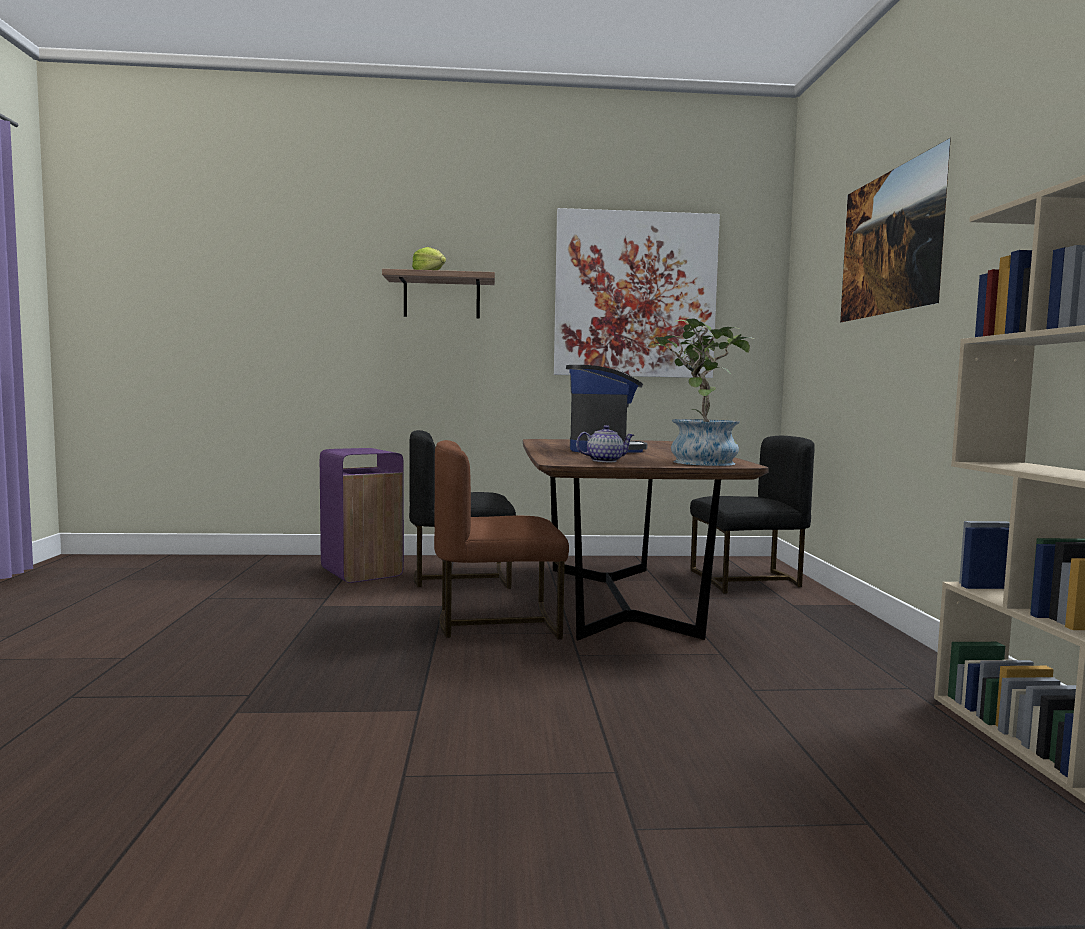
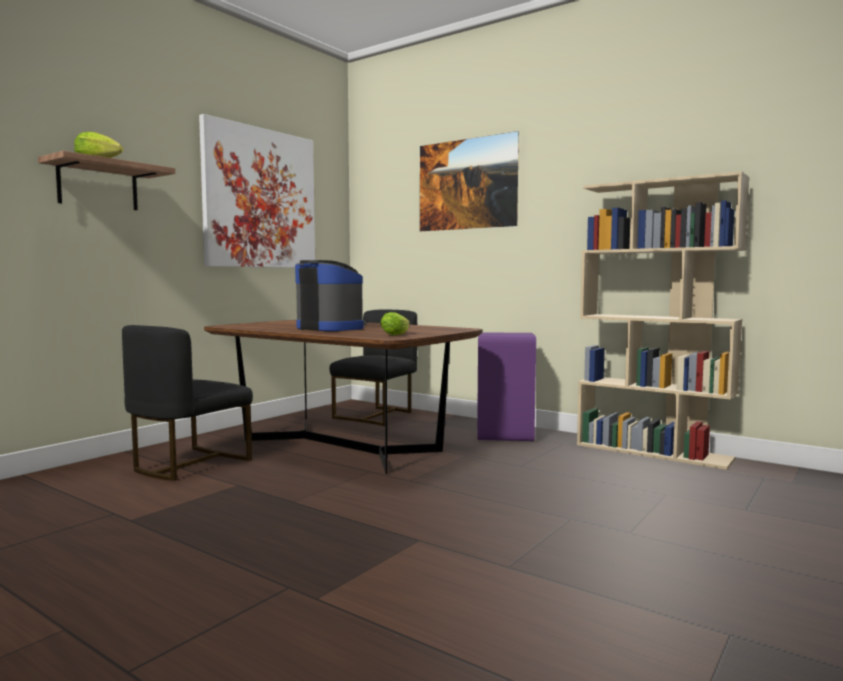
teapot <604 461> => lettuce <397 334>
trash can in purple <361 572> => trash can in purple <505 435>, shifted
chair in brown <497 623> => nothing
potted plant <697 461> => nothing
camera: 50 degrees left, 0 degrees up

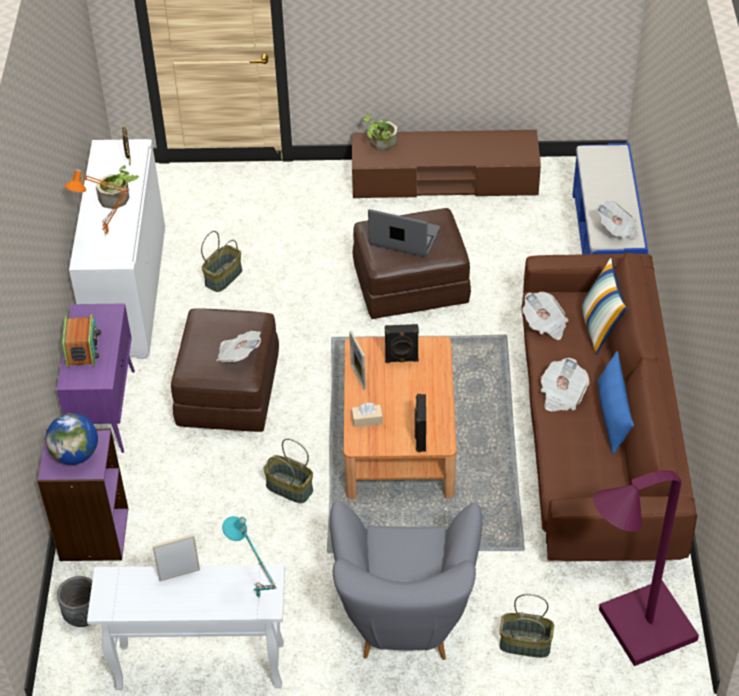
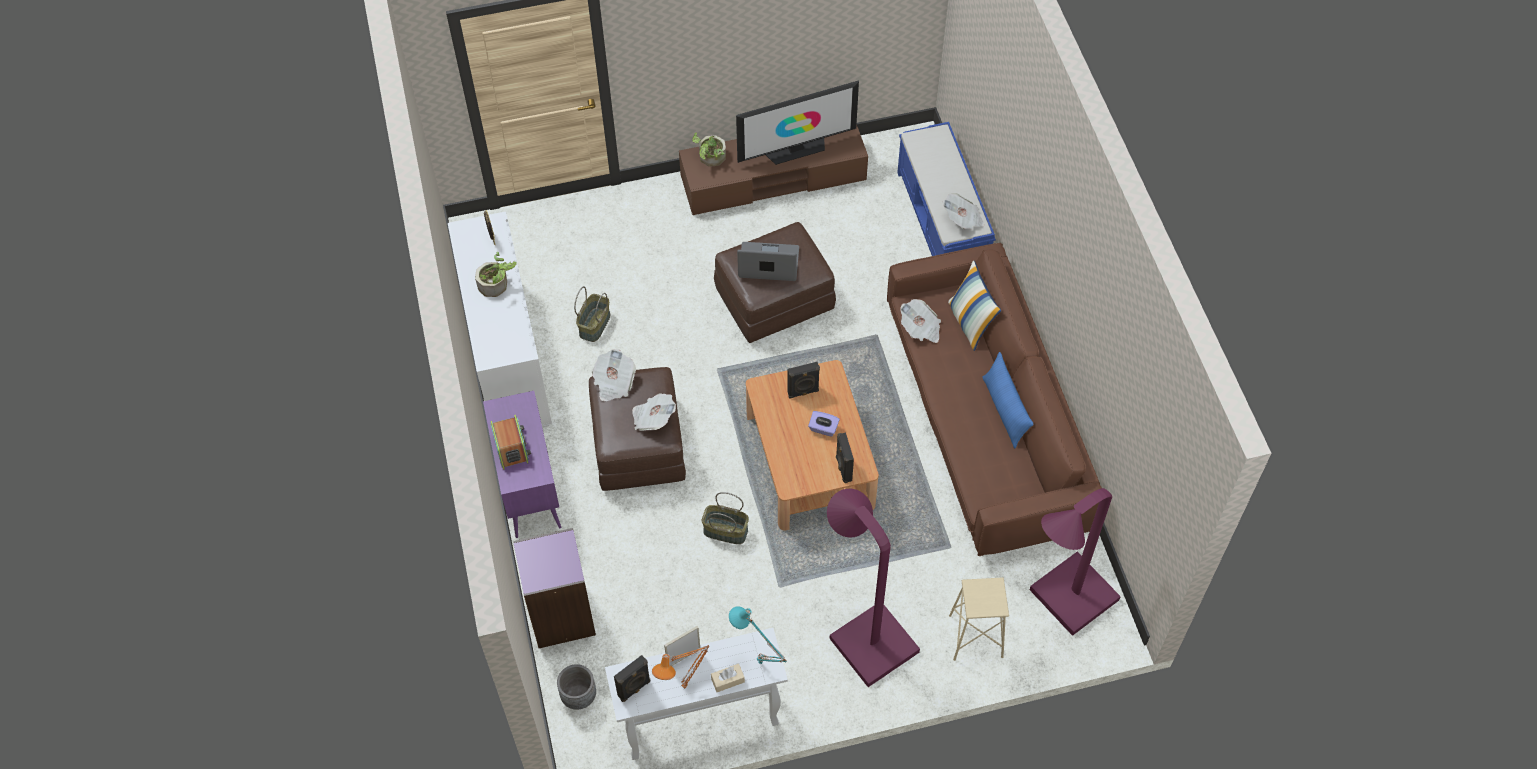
newspaper <561 395> => newspaper <613 383>, shifted
nothing => speaker in black <634 689>
table lamp in orange <107 236> => table lamp in orange <686 689>, shifted
tissue box in beige <367 420> => tissue box in beige <727 680>, shifted
nothing => television <796 149>
nothing => tissue box in purple <823 429>
armchair in grey <405 619> => floor lamp in purple <866 635>
basket <524 644> => stool in beige <975 636>
globe <75 455> => nothing
picture frame <358 376> => nothing
camera: 15 degrees left, 10 degrees up

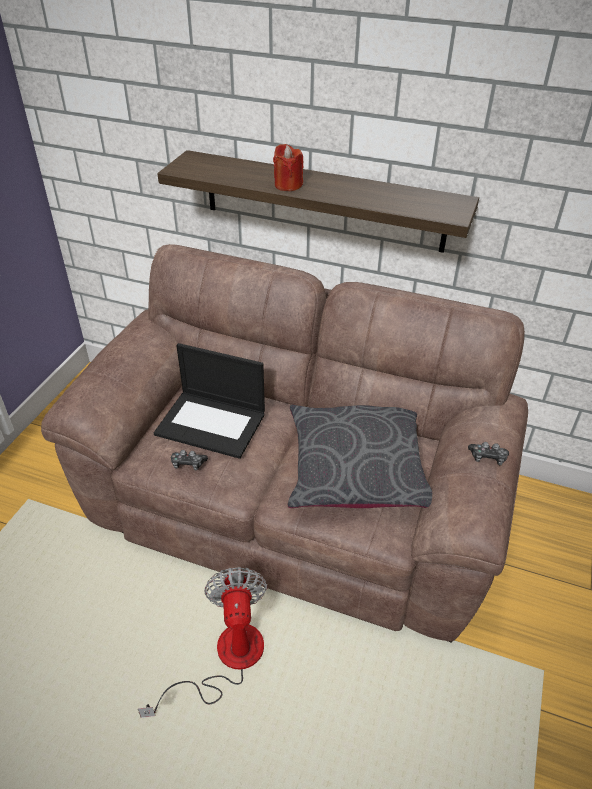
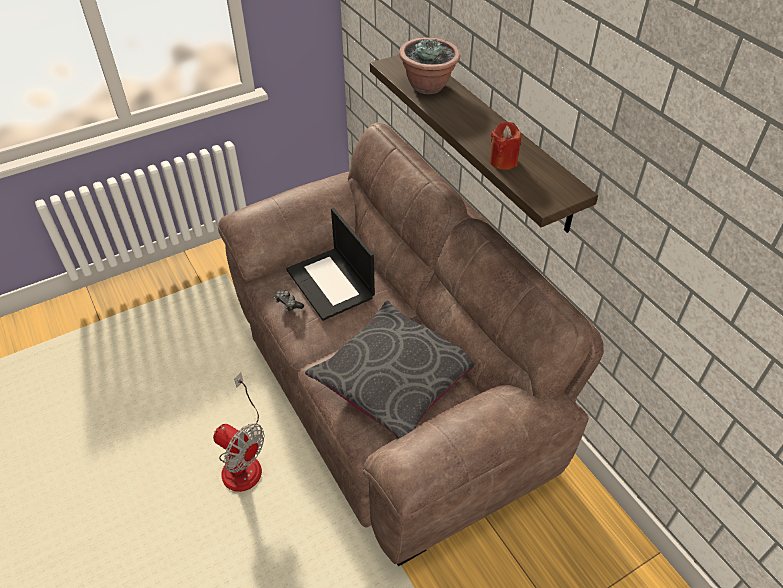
fan <226 659> => fan <243 460>, 90 degrees clockwise
nothing => potted plant <428 86>
candle in red <288 185> => candle in red <503 161>, shifted
game controller <487 457> => nothing
camera: 40 degrees right, 5 degrees up

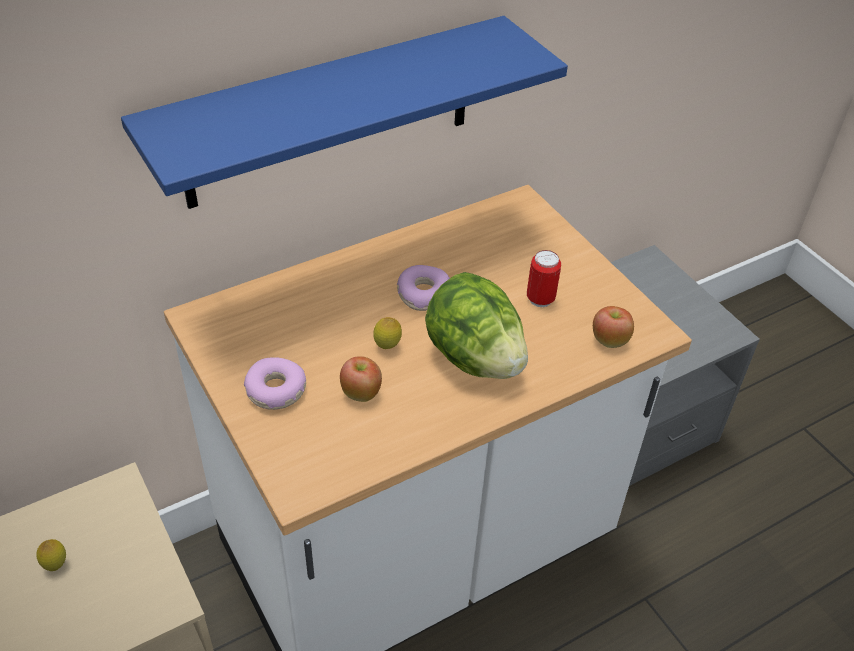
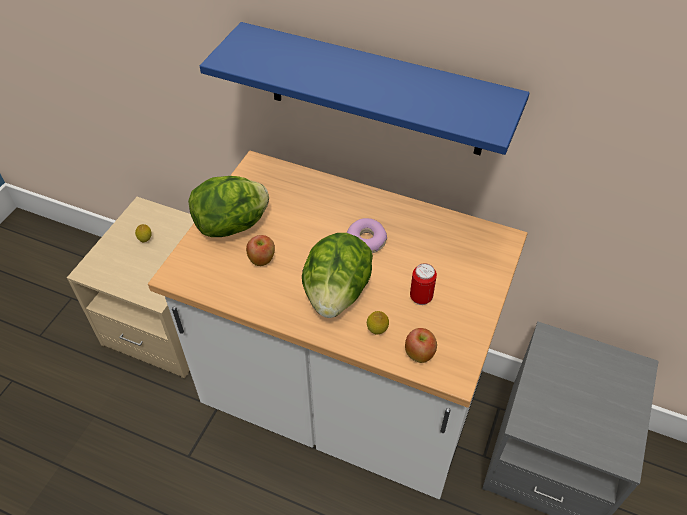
donut <276 391> => lettuce <232 225>
lemon <387 347> => lemon <377 331>, shifted
camera: 55 degrees right, 5 degrees up

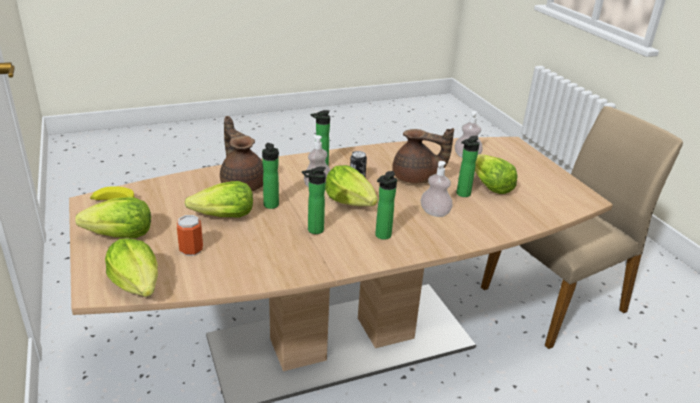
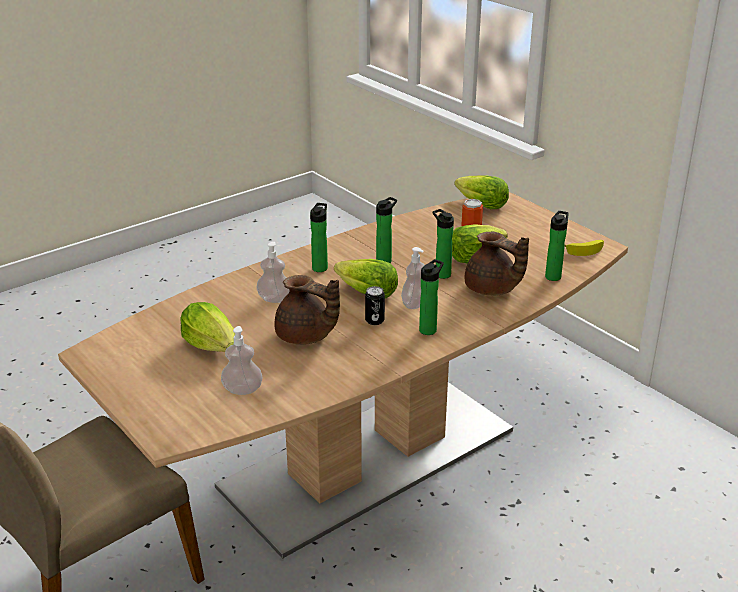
teapot in brown <416 178> => teapot in brown <305 337>, 150 degrees counterclockwise
bottle <462 194> => bottle <553 276>, shifted
lettuce <121 236> => nothing
camera: 165 degrees right, 0 degrees up

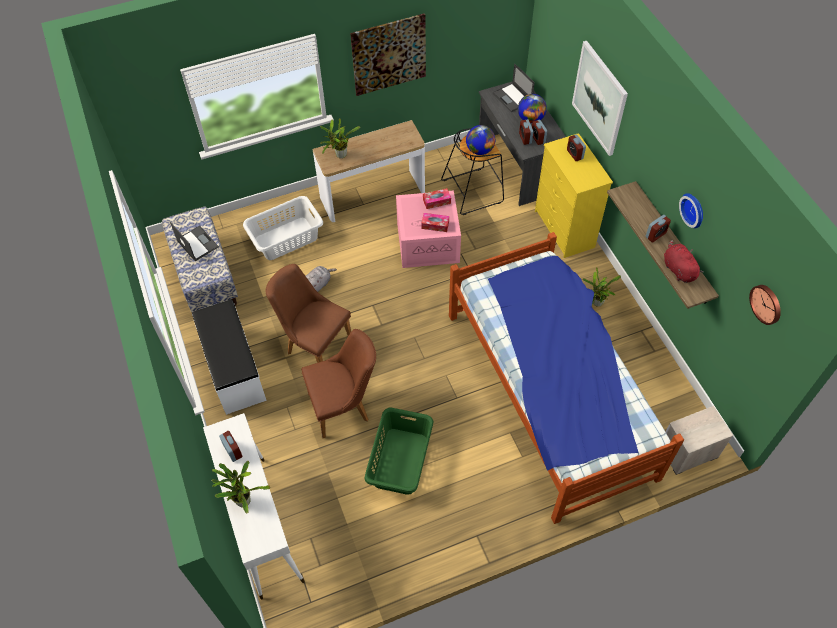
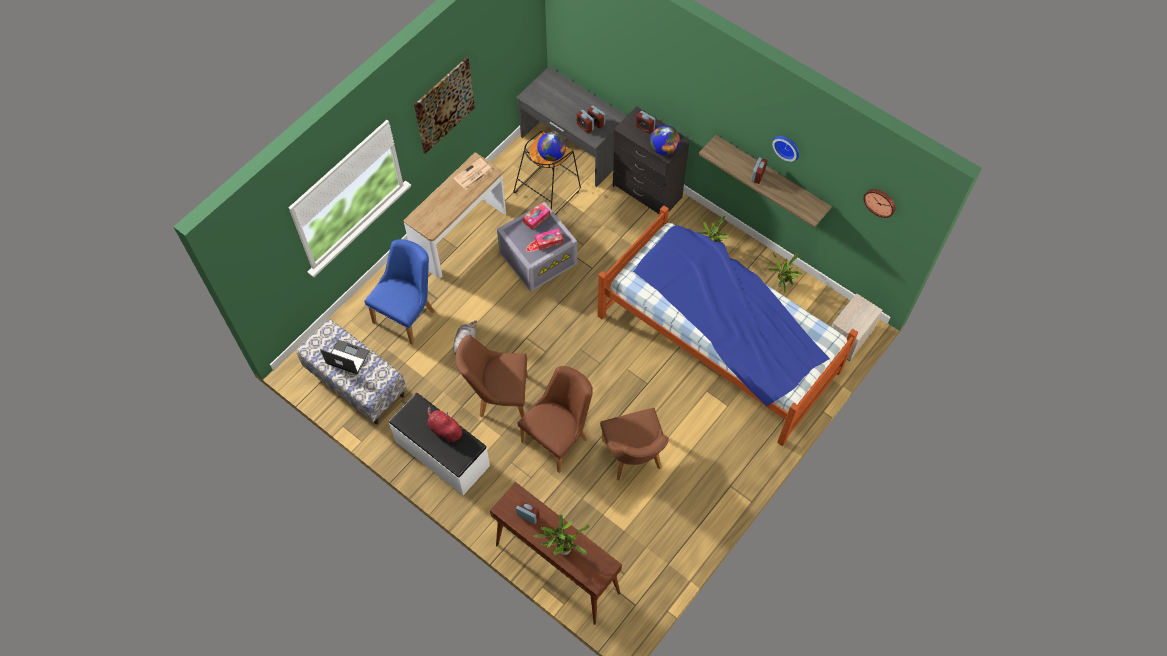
laundry basket in white <287 239> => chair in blue <408 313>
plush toy in red <678 269> => plush toy in red <444 429>, shifted
nothing => newspaper <472 174>
console table in white <262 525> => console table in brown <556 568>
storage box in pink <428 242> => storage box in grey <538 257>
laundry basket in green <399 461> => chair in brown <634 459>
dresser in yellow <564 229> => dresser in black <647 192>
globe <530 119> => globe <664 149>, shifted
potted plant <339 156> => potted plant <781 284>, shifted
laptop <512 98> => nothing
picture <599 98> => nothing
camera: 30 degrees left, 5 degrees up

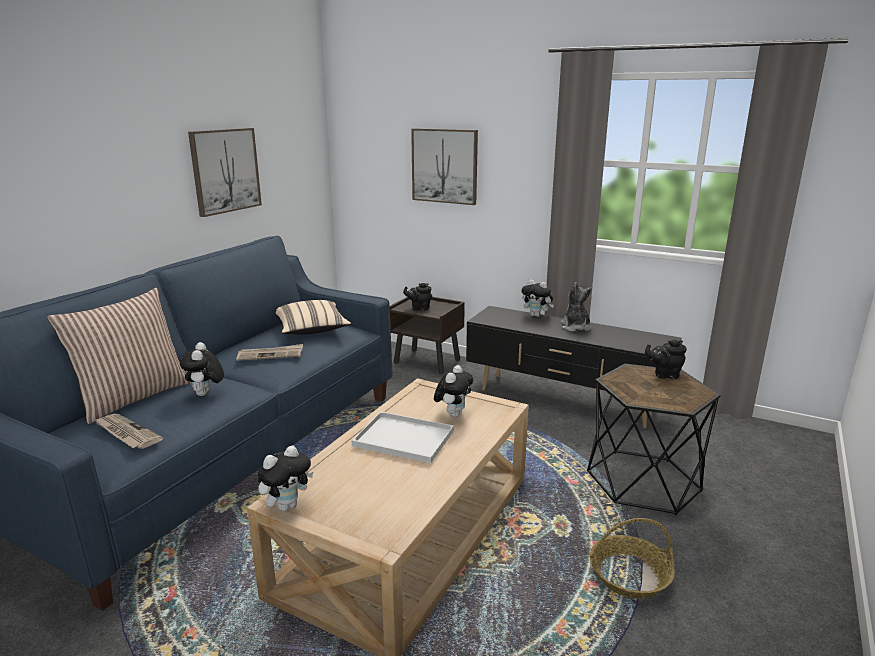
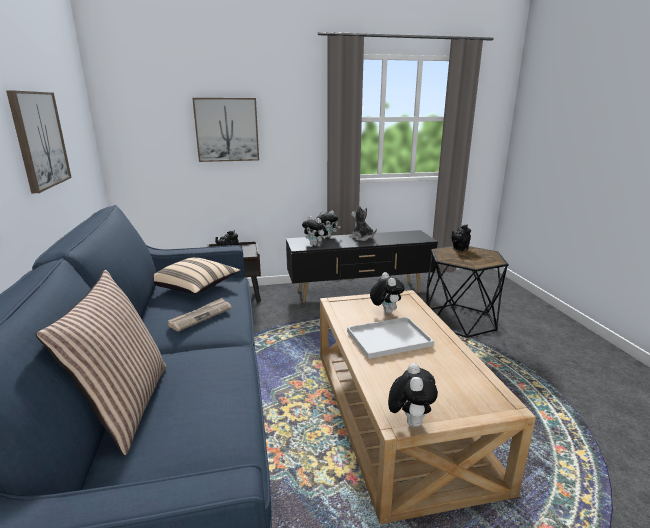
plush toy <205 394> => plush toy <315 245>, shifted
newspaper <126 433> => nothing
basket <629 575> => nothing
camera: 40 degrees left, 0 degrees up

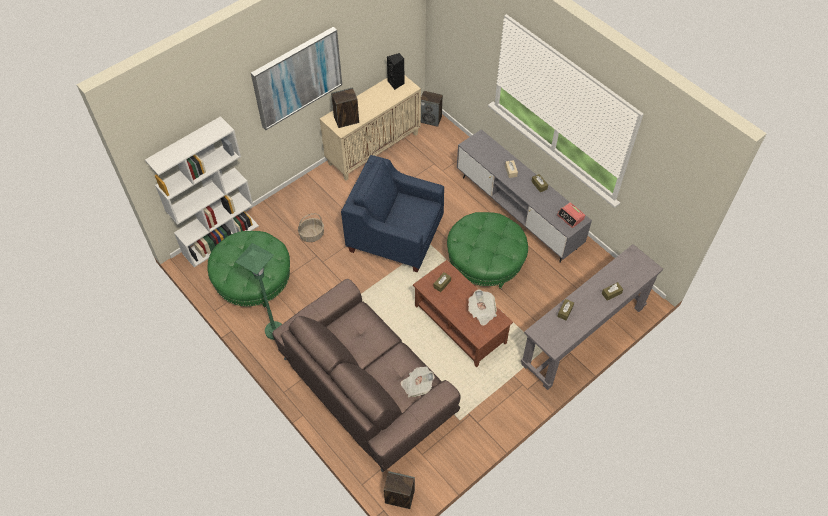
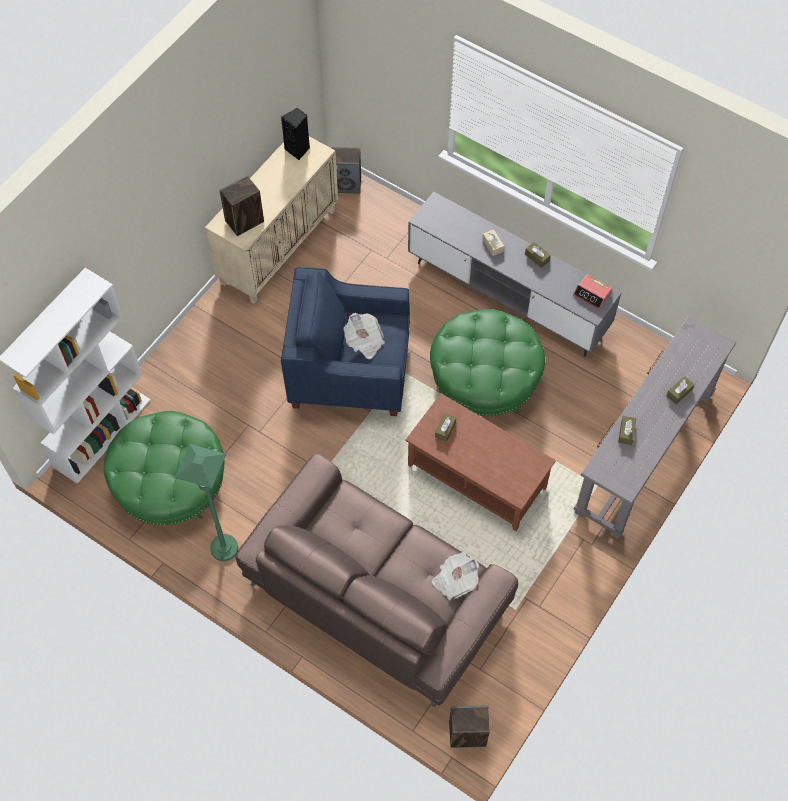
newspaper <482 311> => newspaper <364 341>, shifted
picture <297 77> => nothing
basket <312 234> => nothing
camera: 15 degrees left, 5 degrees up

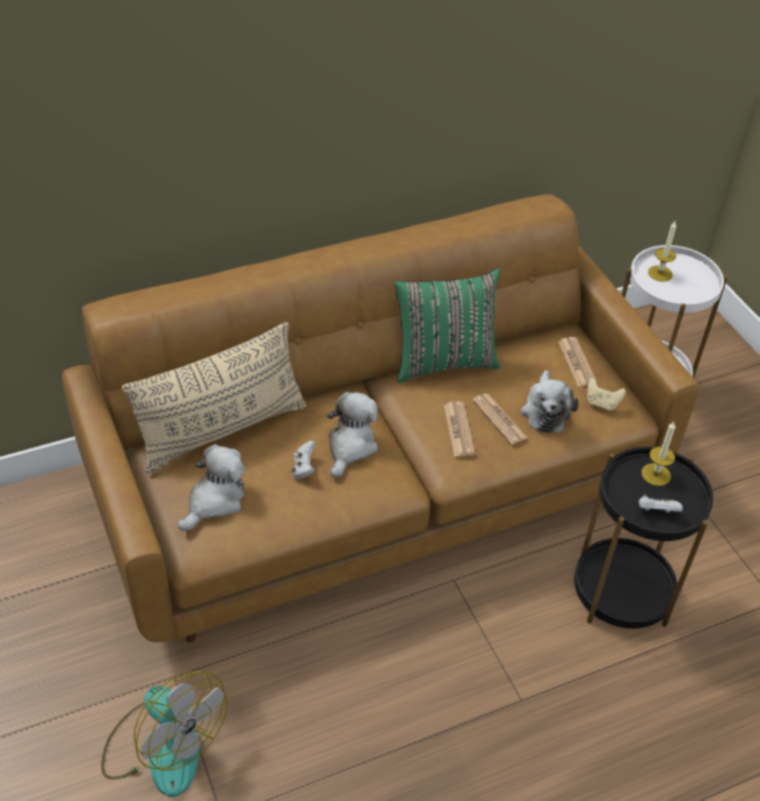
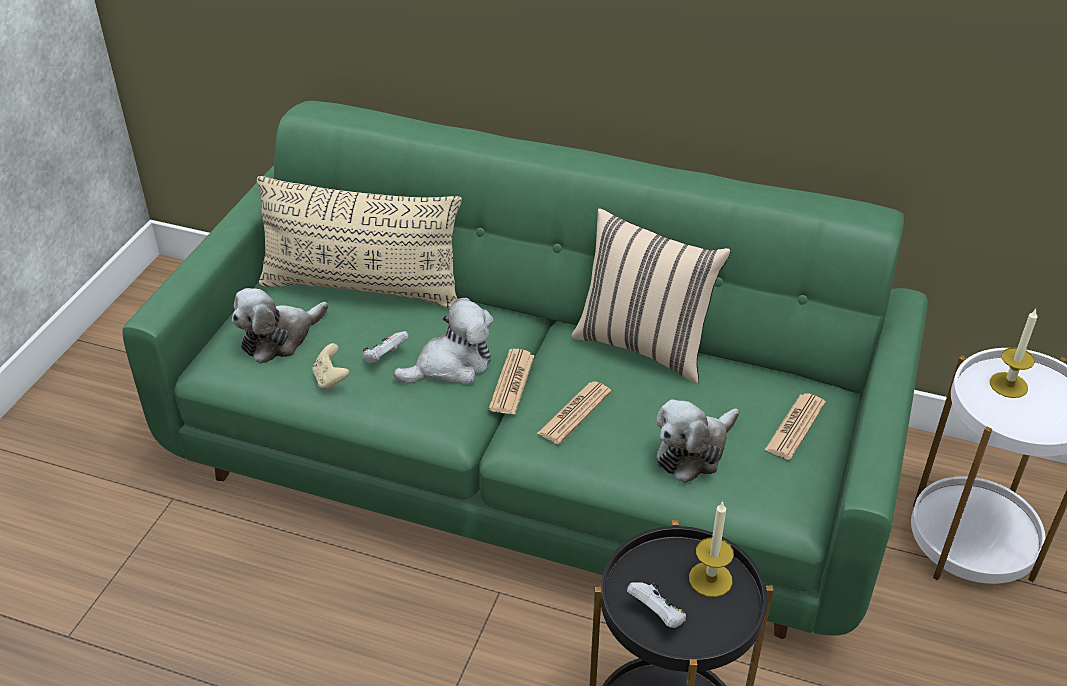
sofa in brown <376 483> => sofa in green <533 456>
plush toy <214 501> => plush toy <279 338>, 150 degrees clockwise
game controller in beige <602 403> => game controller in beige <331 379>, shifted
newspaper <499 419> => newspaper <512 382>, shifted
pillow in green <443 361> => pillow in beige <644 345>
fan <163 746> => nothing
camera: 45 degrees right, 5 degrees down

